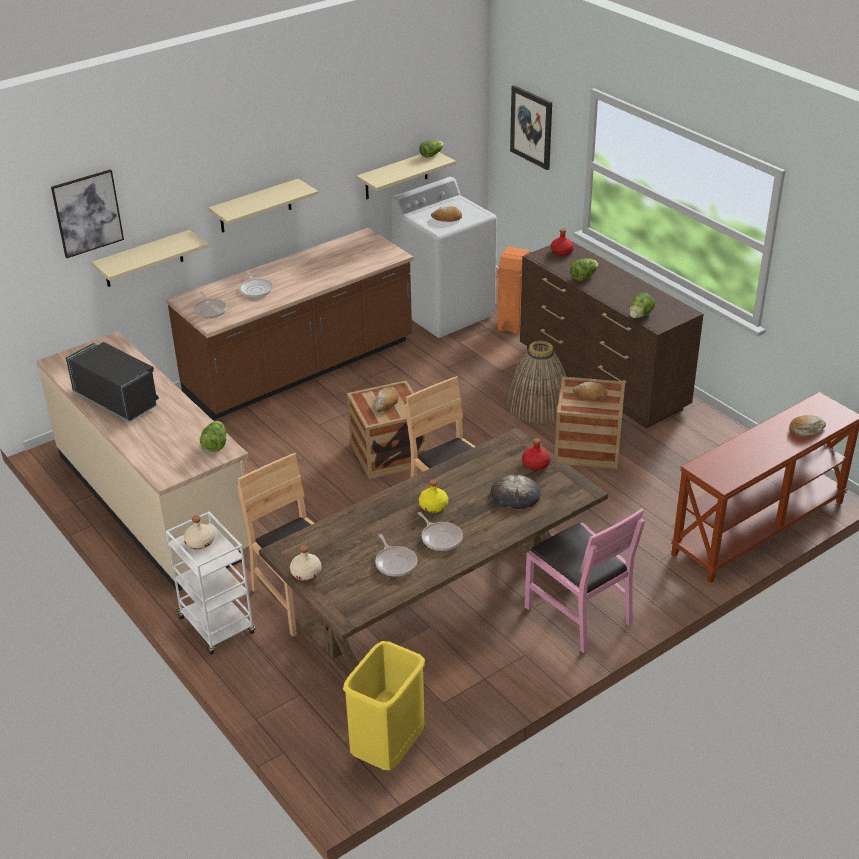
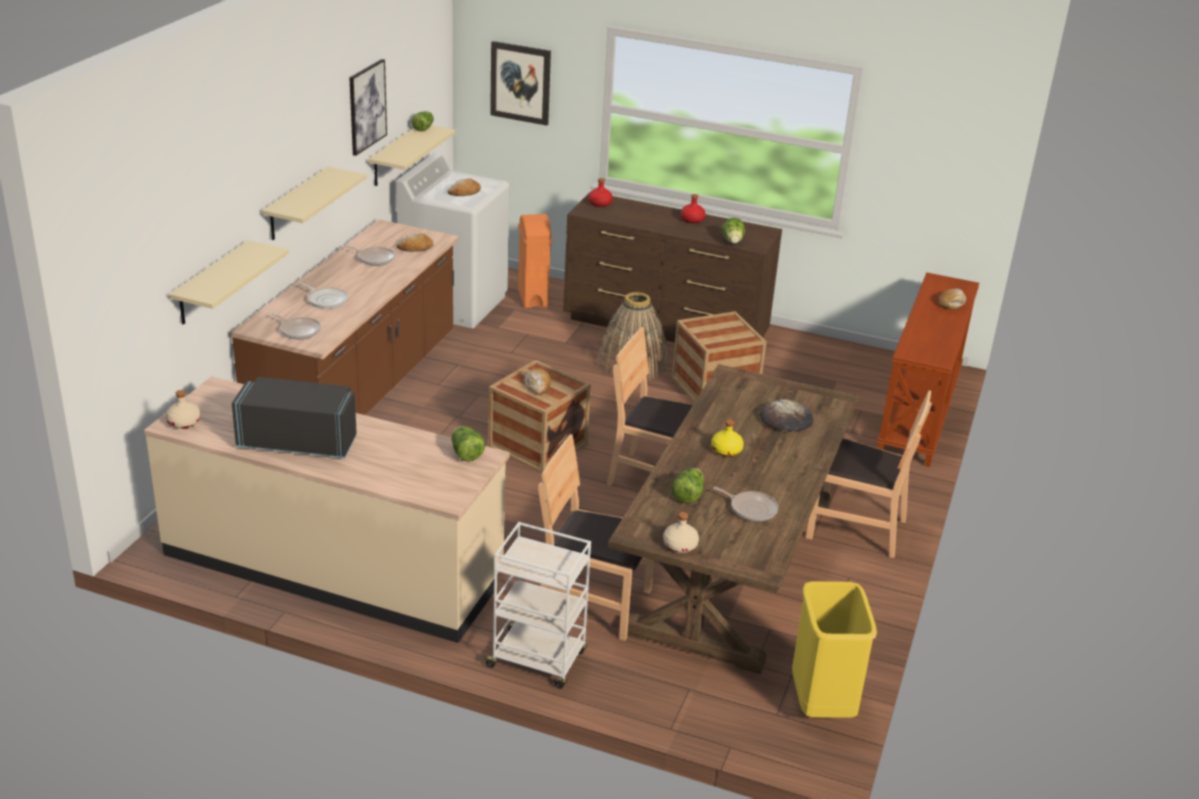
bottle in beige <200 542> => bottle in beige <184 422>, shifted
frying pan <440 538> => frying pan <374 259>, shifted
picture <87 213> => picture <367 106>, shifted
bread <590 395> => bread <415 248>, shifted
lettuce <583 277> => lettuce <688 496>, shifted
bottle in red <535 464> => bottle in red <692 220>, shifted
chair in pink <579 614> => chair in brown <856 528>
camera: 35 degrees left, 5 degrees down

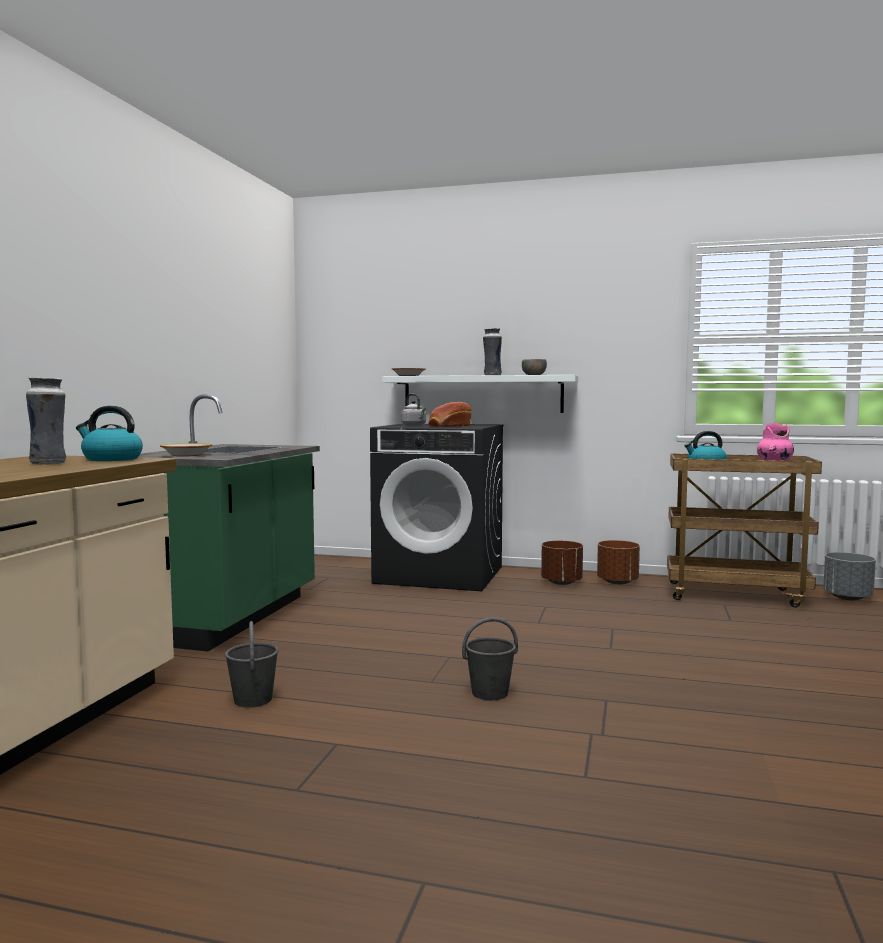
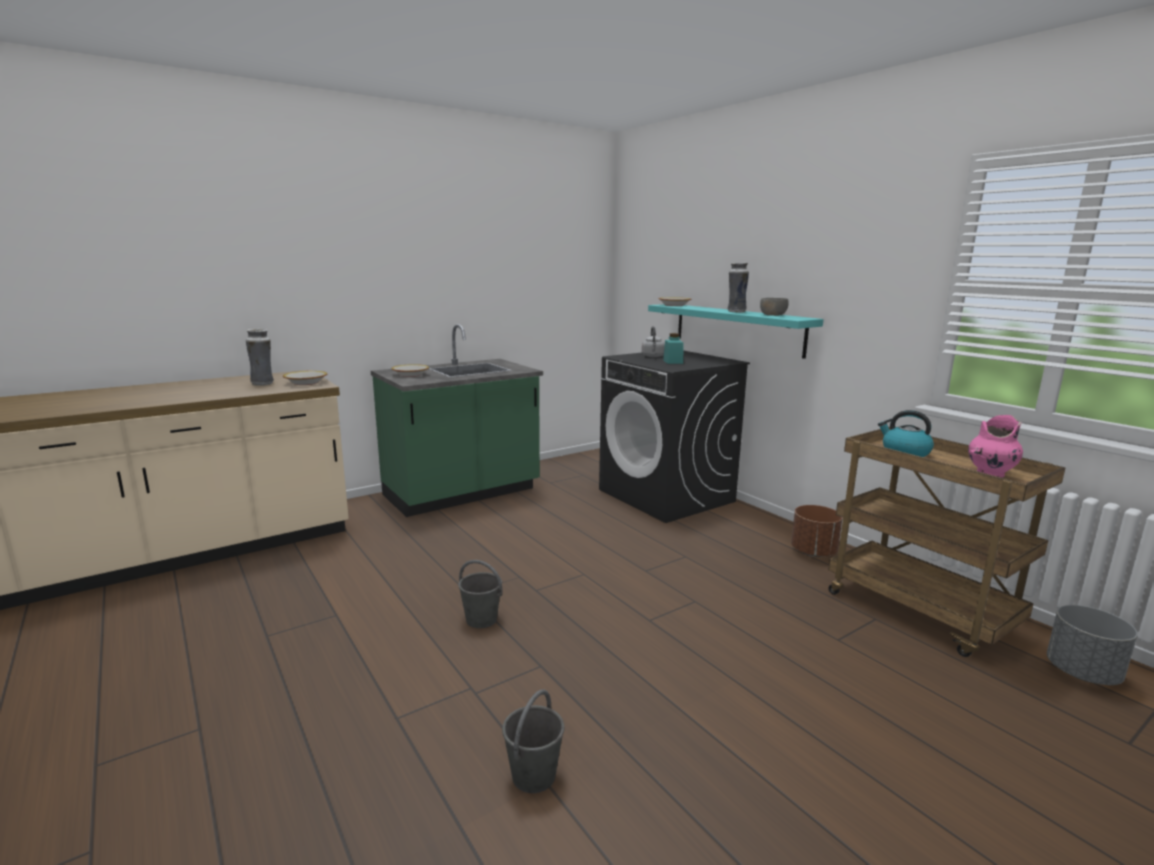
kettle <111 459> => bowl <306 383>
bucket in grey <253 699> => bucket in grey <534 775>, shifted
shelf in white <482 394> => shelf in turquoise <737 329>
bread <449 426> => jar in turquoise <673 361>
planter in brown <562 582> => nothing
camera: 40 degrees right, 10 degrees up

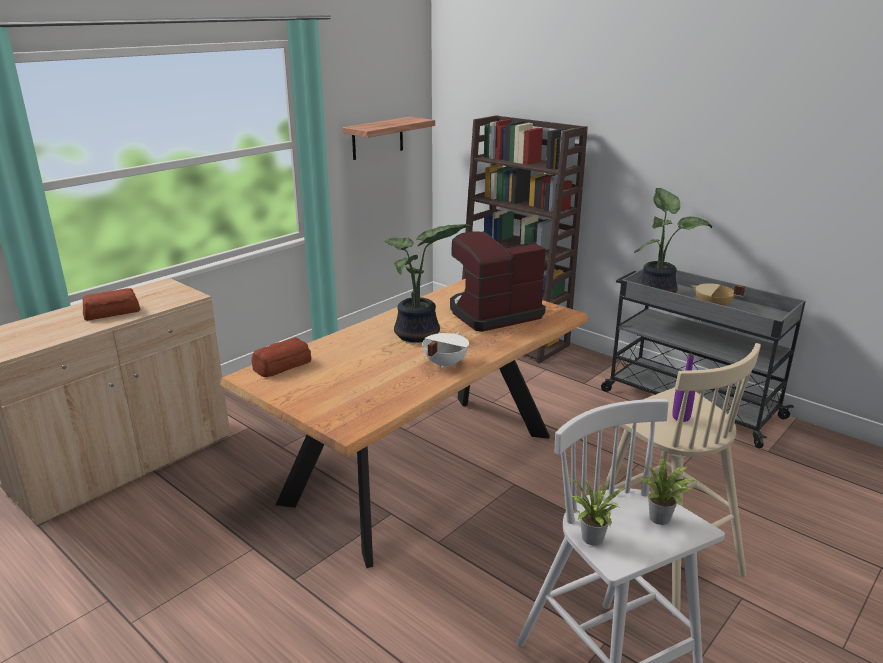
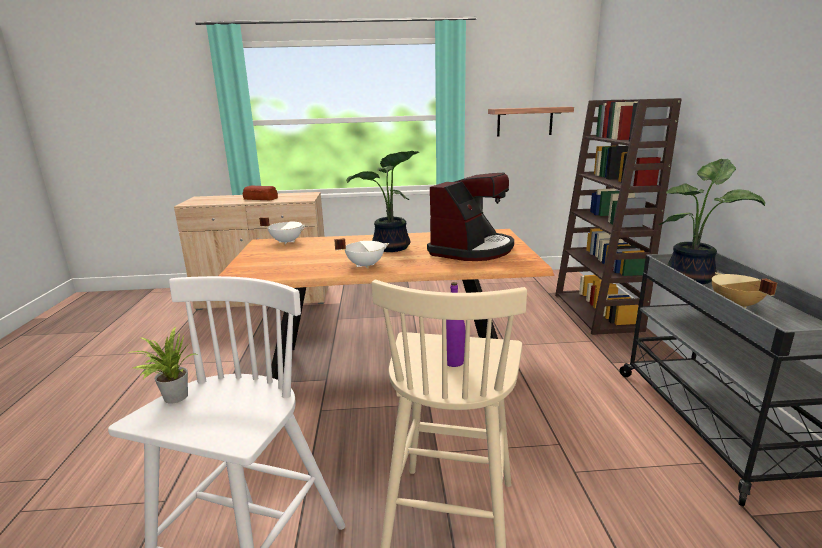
bread <281 365> => cooking pot in white <286 242>
coffee machine <493 313> => coffee machine <472 250>, 105 degrees clockwise
potted plant <662 519> => nothing
camera: 45 degrees right, 5 degrees down

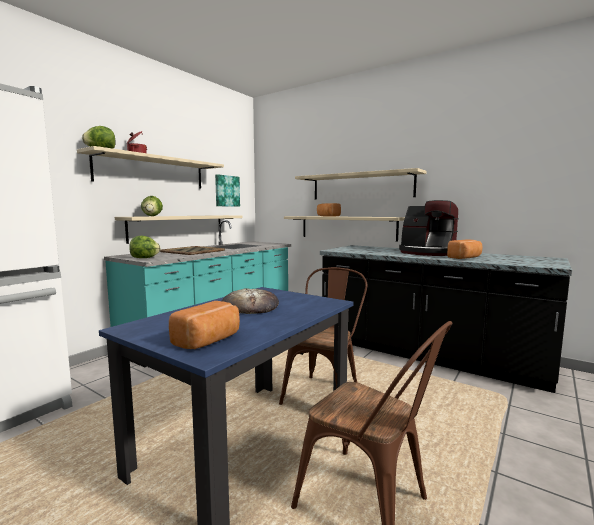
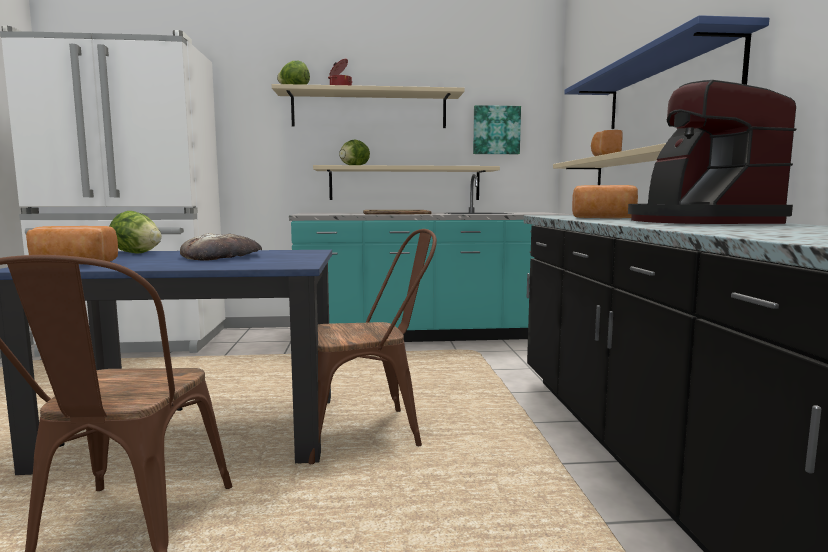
lettuce <145 258> => lettuce <137 253>, shifted
shelf in beige <361 186> => shelf in blue <666 88>
bread <465 258> => bread <603 218>, shifted
camera: 50 degrees right, 0 degrees up

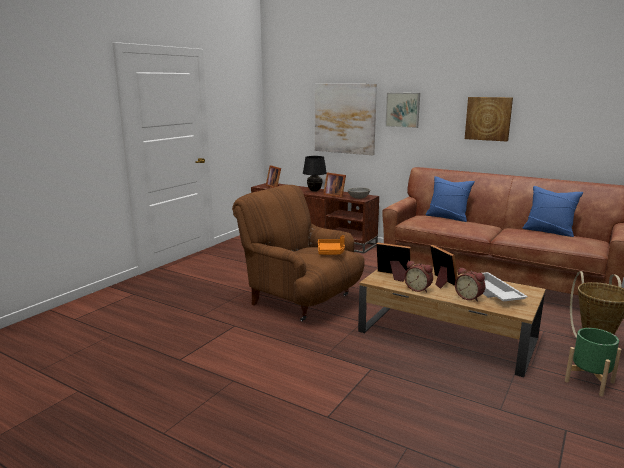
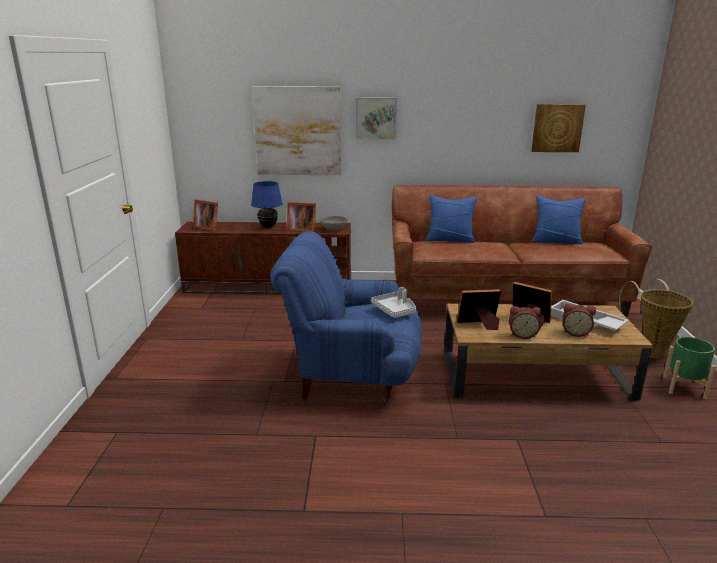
table lamp in black <314 191> => table lamp in blue <268 227>
armchair in brown <300 300> => armchair in blue <351 375>
tray in orange <331 252> => tray in grey <395 310>
picture <488 118> => picture <557 128>, shifted
camera: 30 degrees left, 5 degrees up

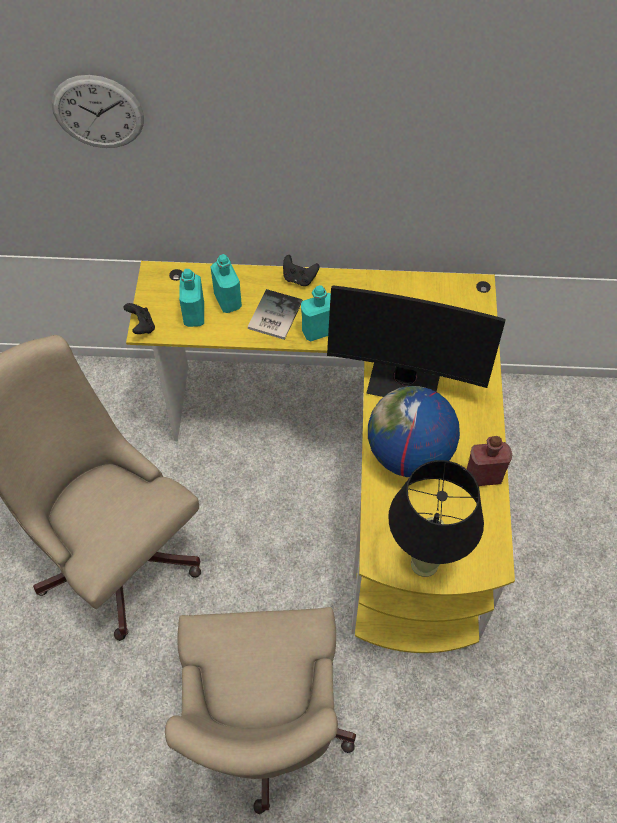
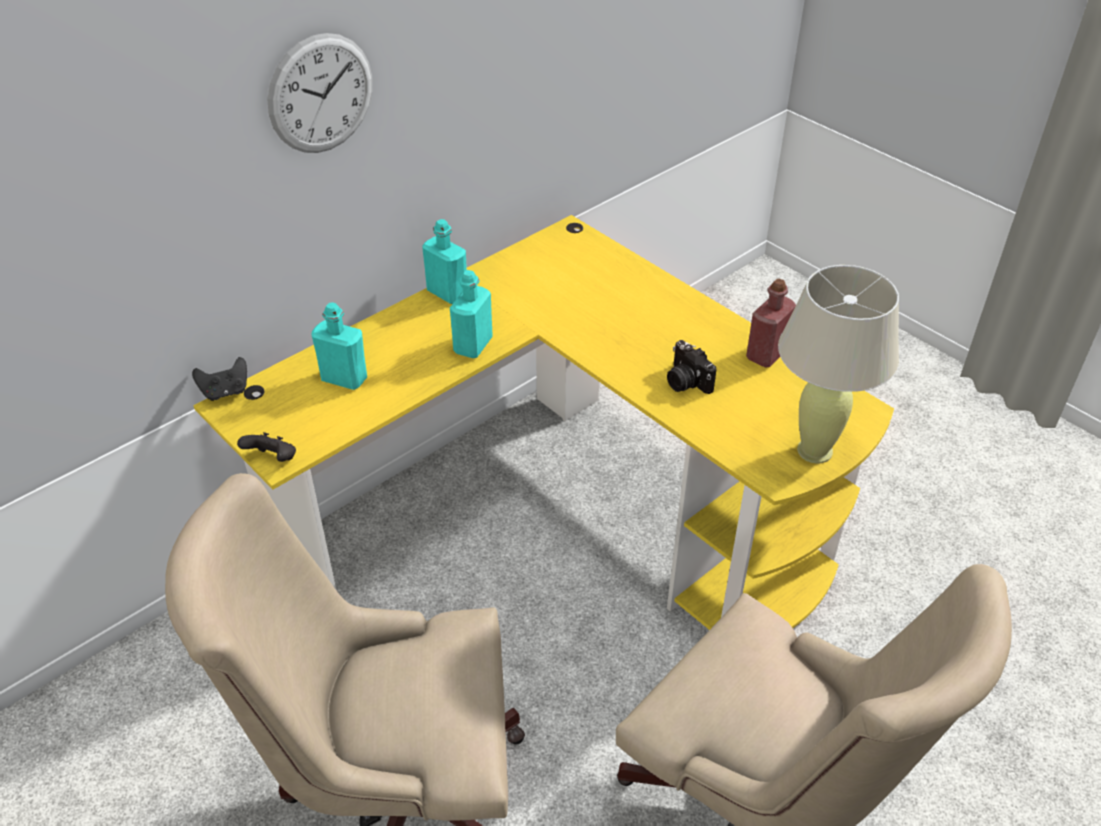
game controller in black <299 278> => game controller in black <225 392>, shifted
wall clock <98 112> => wall clock <321 94>, shifted
bottle in turquoise <194 315> => bottle in turquoise <447 293>, shifted
globe <408 454> => photo camera <685 382>
table lamp in black <424 564> => table lamp in beige <815 451>
book <273 315> => nothing
monitor <404 379> => nothing
camera: 45 degrees left, 15 degrees down

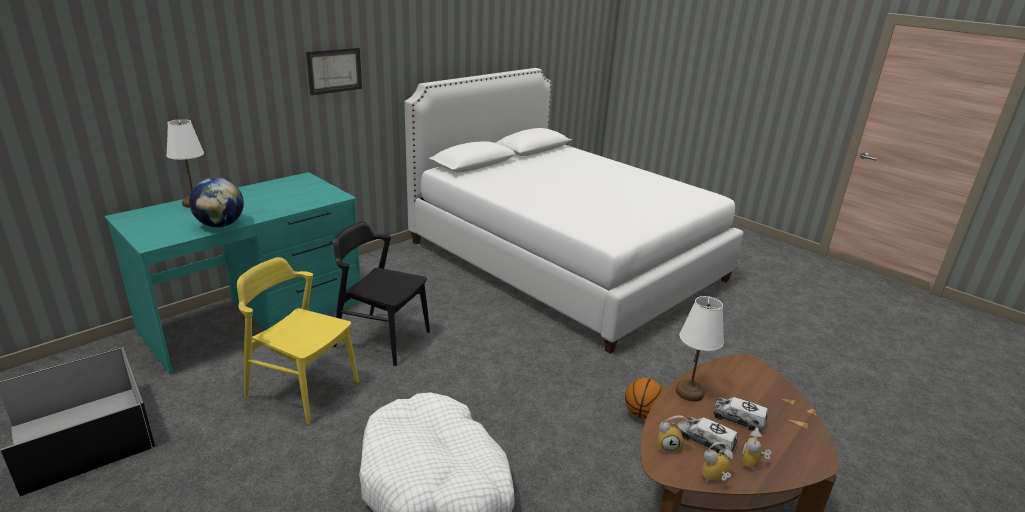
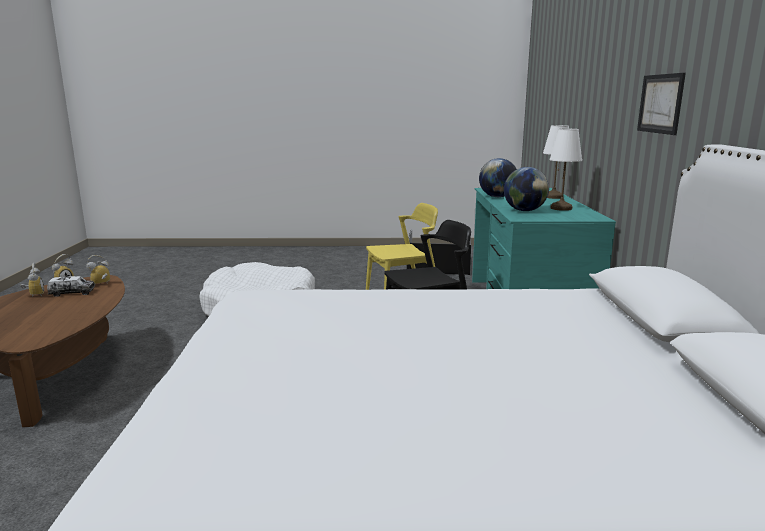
nothing => globe <524 210>
table lamp in white <689 392> => table lamp in white <561 208>, shifted
basketball <642 414> => nothing
toy truck <738 420> => nothing
camera: 135 degrees right, 10 degrees down

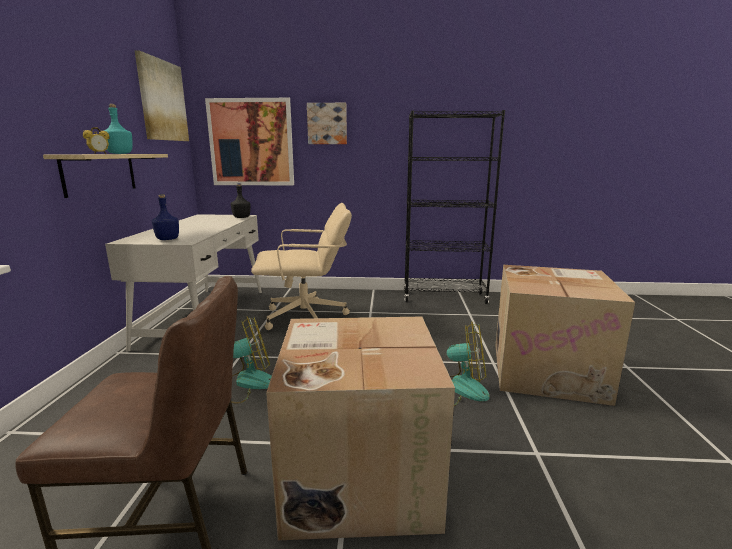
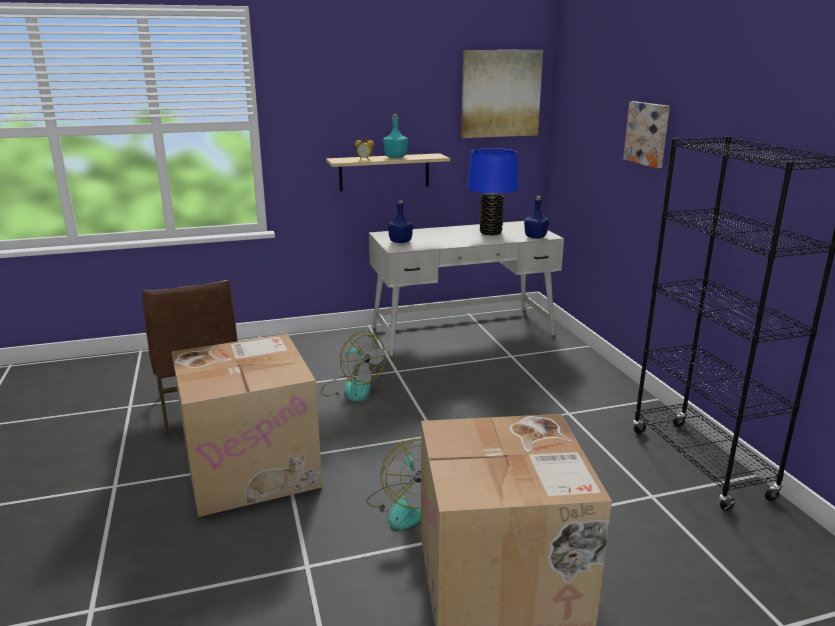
nothing => table lamp in blue <490 233>
bottle in black <241 217> => bottle in blue <535 237>
picture <251 142> => nothing
office chair in beige <306 318> => nothing
camera: 70 degrees right, 5 degrees up

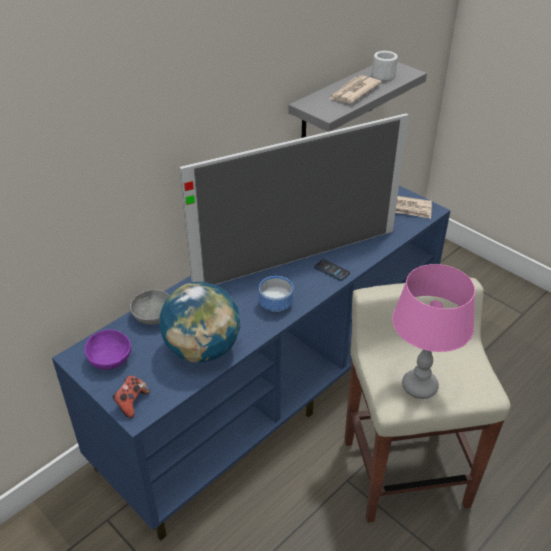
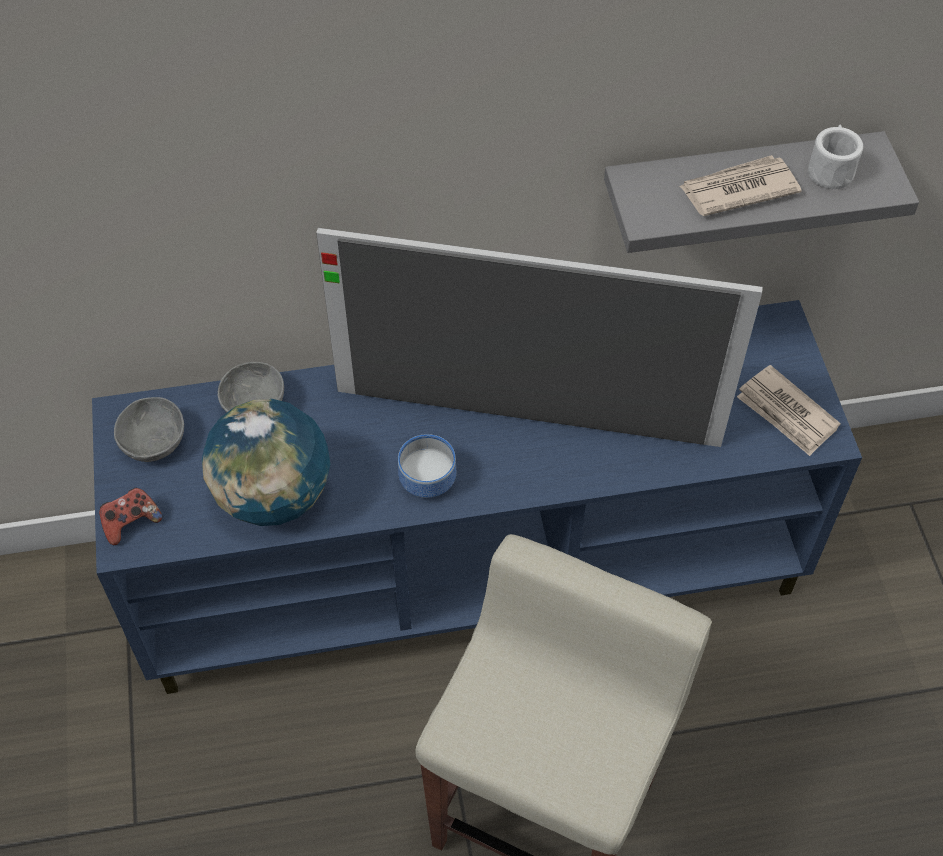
bowl in purple <111 359> => bowl in grey <155 442>
phone <331 270> => nothing
table lamp in pink <419 387> => nothing
camera: 35 degrees right, 15 degrees up

